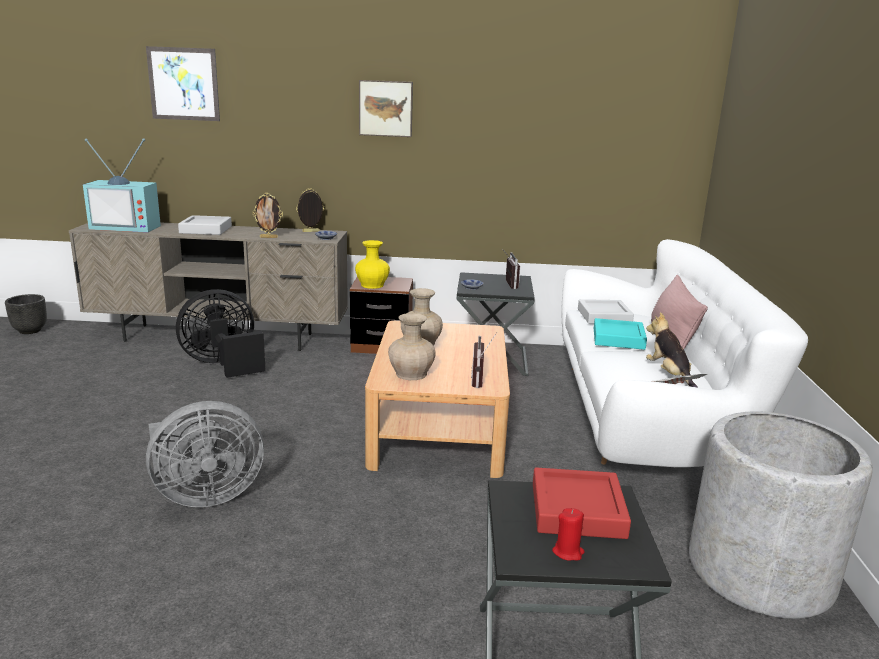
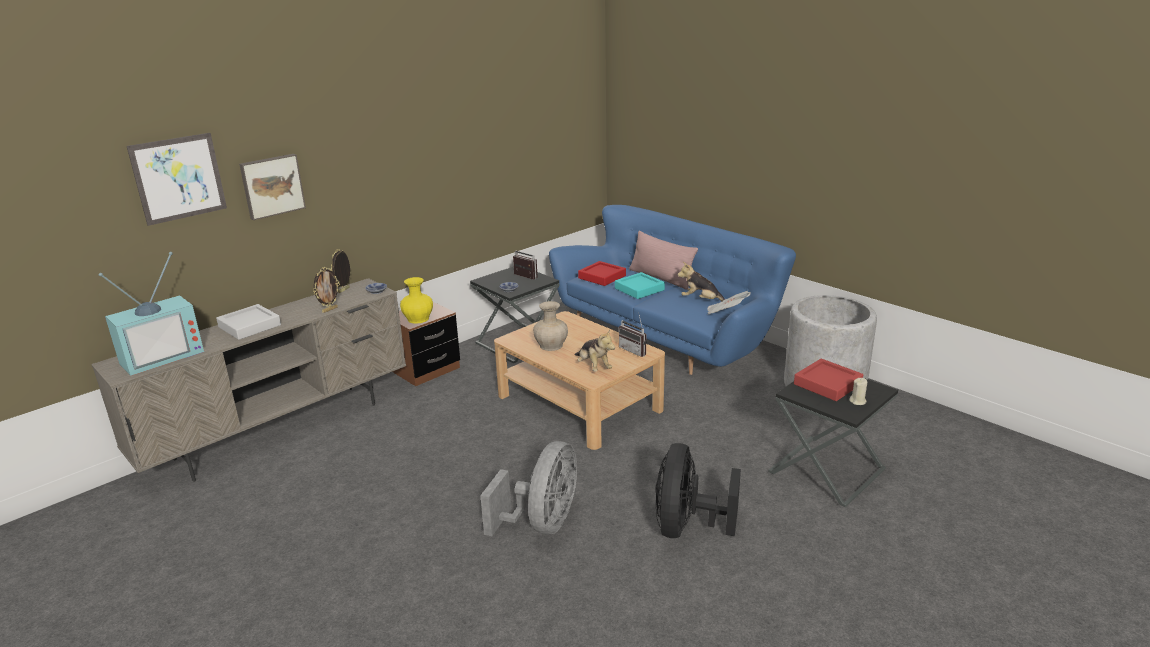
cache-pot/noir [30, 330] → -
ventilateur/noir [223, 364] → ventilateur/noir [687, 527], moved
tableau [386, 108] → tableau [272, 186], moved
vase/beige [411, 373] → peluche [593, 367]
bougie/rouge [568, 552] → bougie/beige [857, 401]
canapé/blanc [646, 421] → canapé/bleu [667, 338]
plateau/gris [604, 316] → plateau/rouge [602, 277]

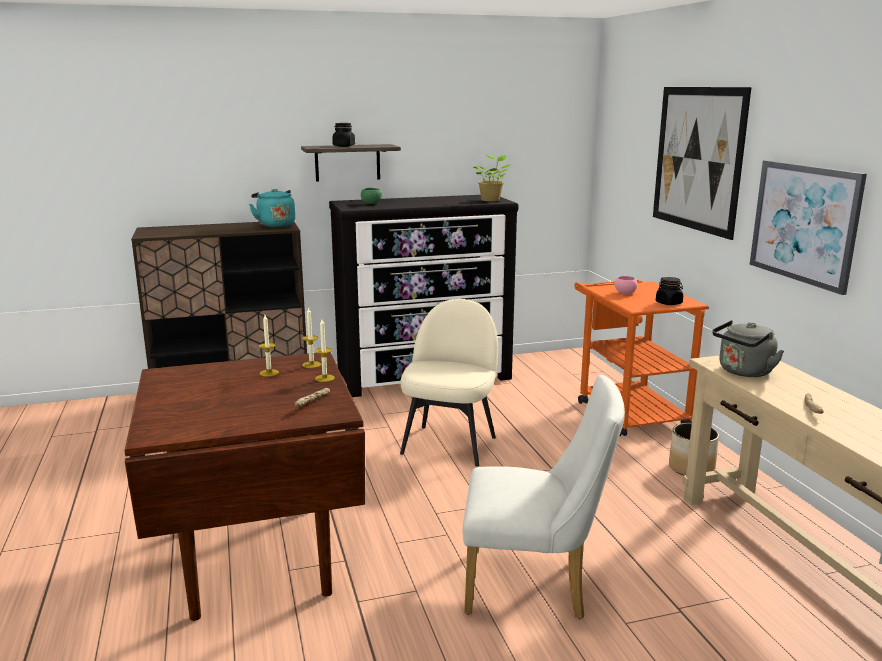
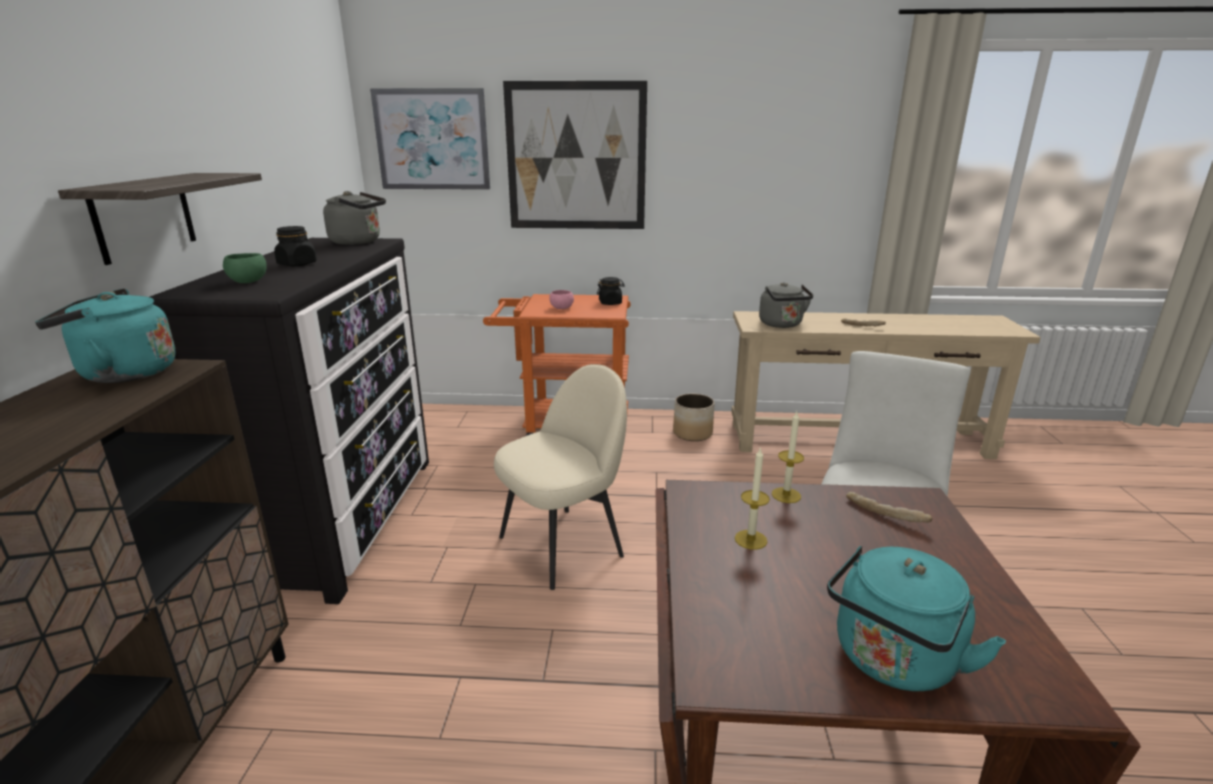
bougie [311, 364] → -
- → bouilloire/turquoise [892, 662]
bocal/noir [344, 146] → bocal/noir [297, 264], moved
tableau [804, 223] → tableau [432, 140], moved
plante en pot [491, 200] → bouilloire/gris [359, 242]
chaise/beige [450, 444] → chaise/beige [563, 545], 105 degrees clockwise

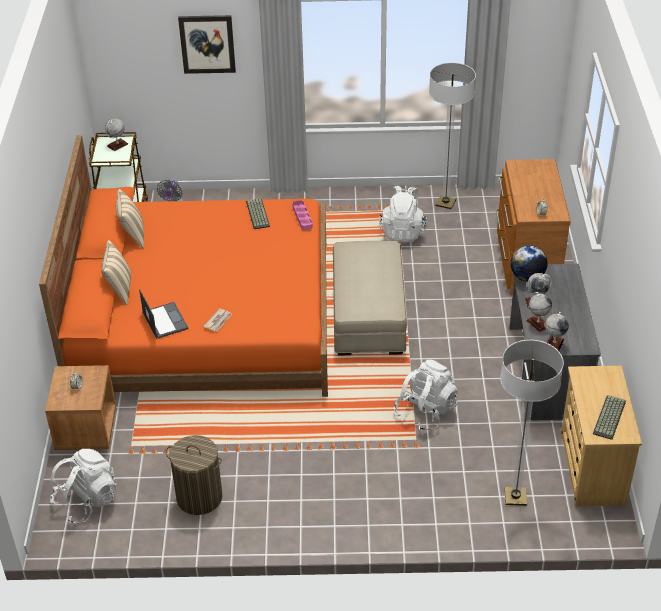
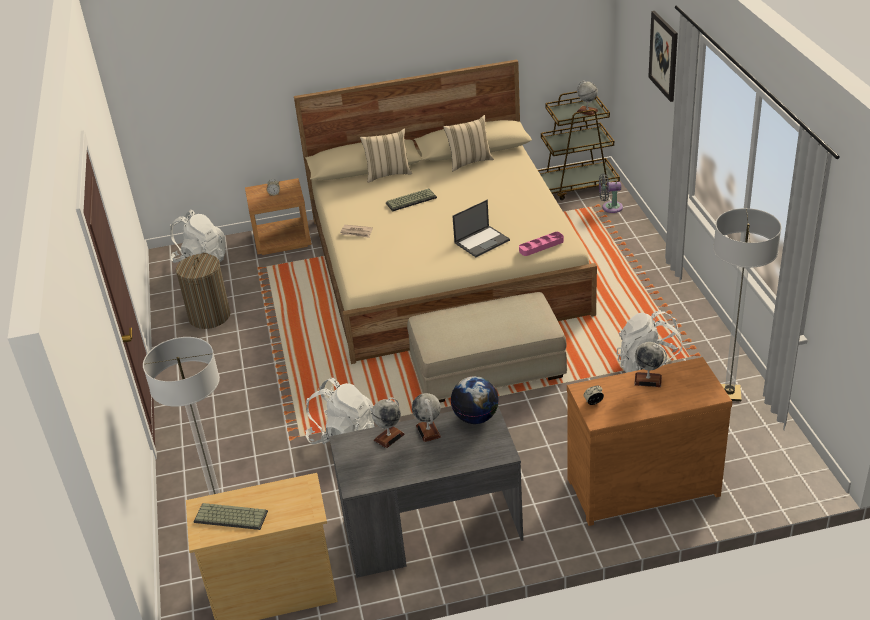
ordinateur portable [164, 320] → ordinateur portable [482, 241], moved
clavier [257, 214] → clavier [411, 200], moved
globe [554, 344] → globe [648, 380], moved
lit/orange [203, 317] → lit/beige [444, 264]

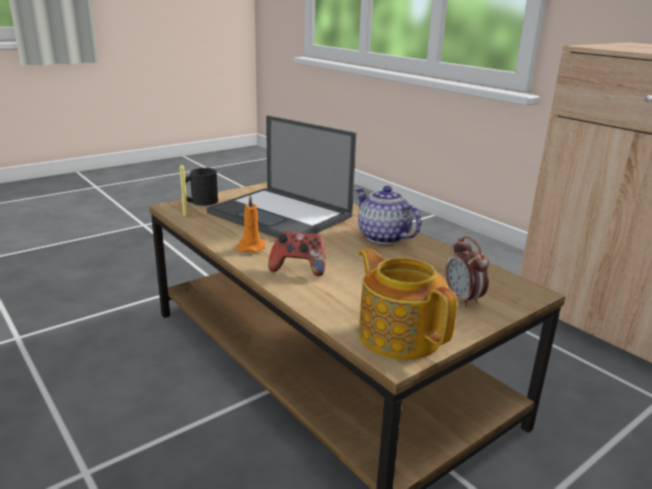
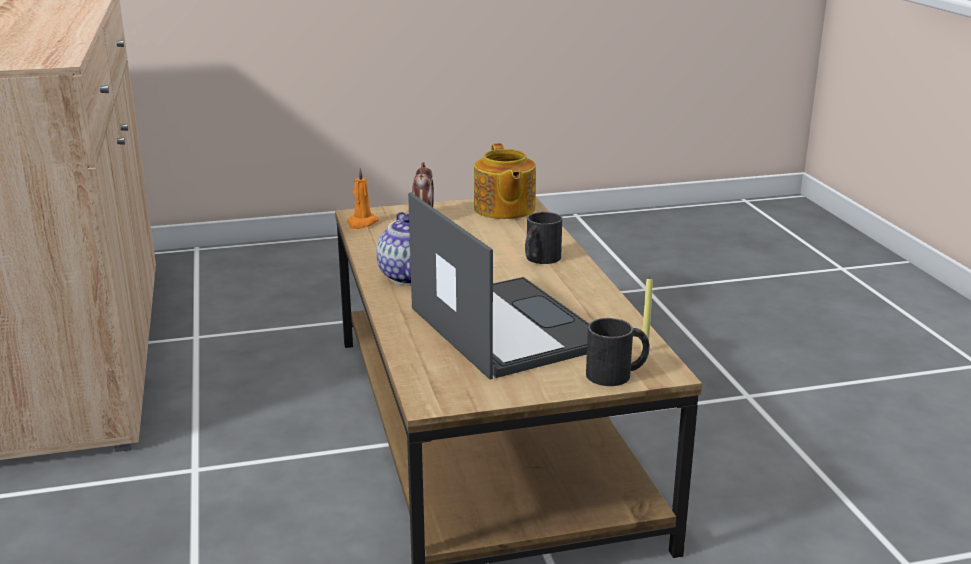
bougie/orange [251, 247] → bougie/orange [362, 223], moved
manette [298, 268] → mug/noir [539, 259]

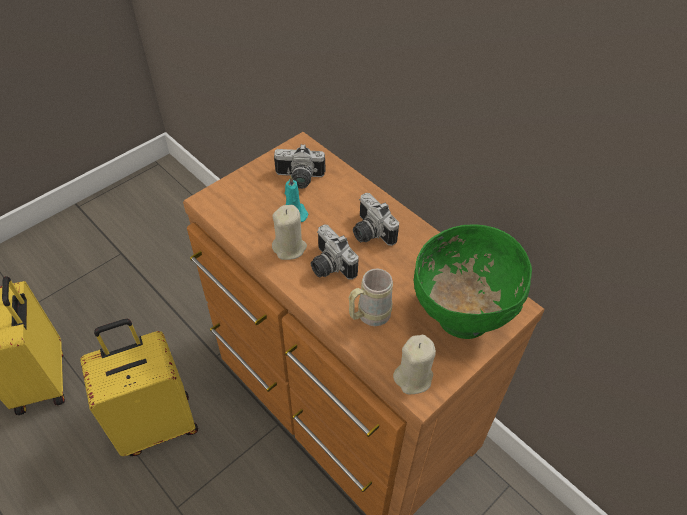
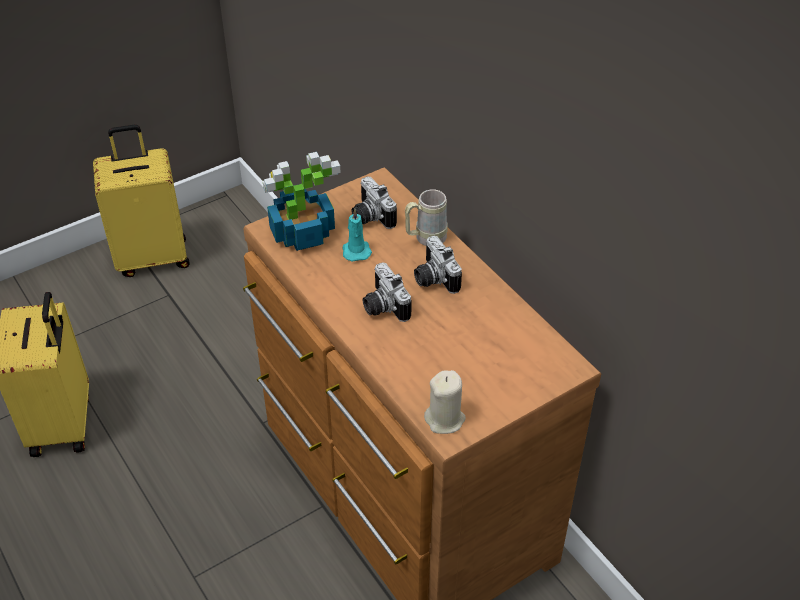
bougie/beige [289, 248] → -
bol/vert [461, 316] → -
- → plante en pot [301, 233]
valise/jaune [157, 423] → valise/jaune [152, 257], moved
mug/beige [368, 316] → mug/beige [425, 239], moved
appareil photo [299, 179] → appareil photo [369, 217], 45 degrees clockwise

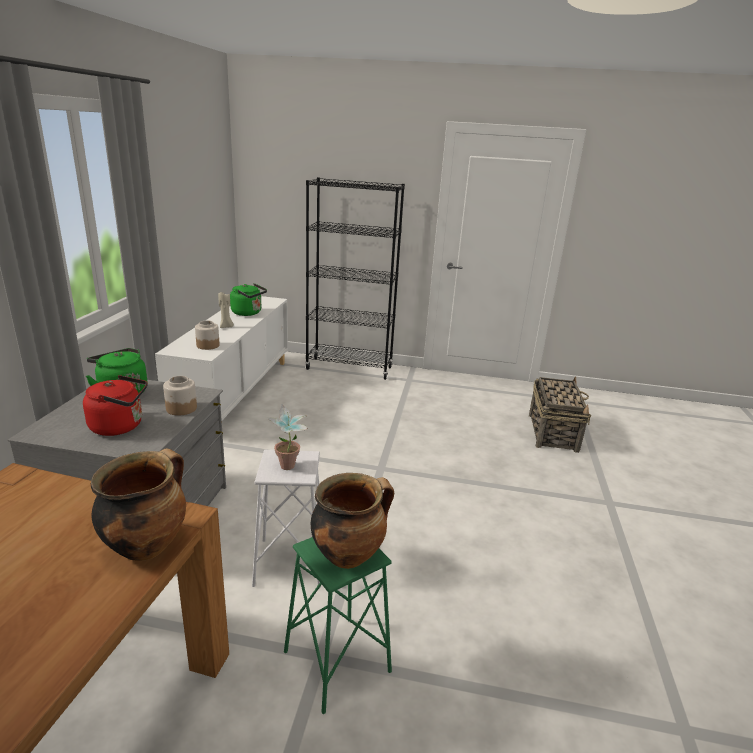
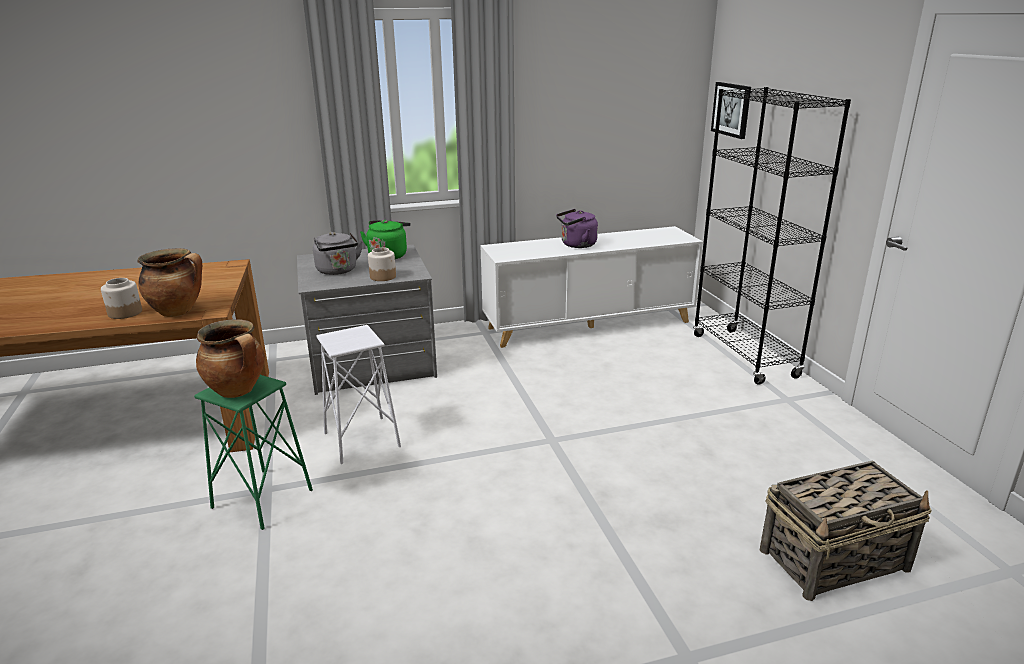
bouilloire/vert [248, 313] → -
plante en pot [289, 469] → -
- → tableau [732, 109]
bocal [208, 345] → bocal [125, 313], moved
bougie/beige [226, 327] → bouilloire/violet [576, 245]
bouilloire/rouge [120, 426] → bouilloire/gris [338, 271]

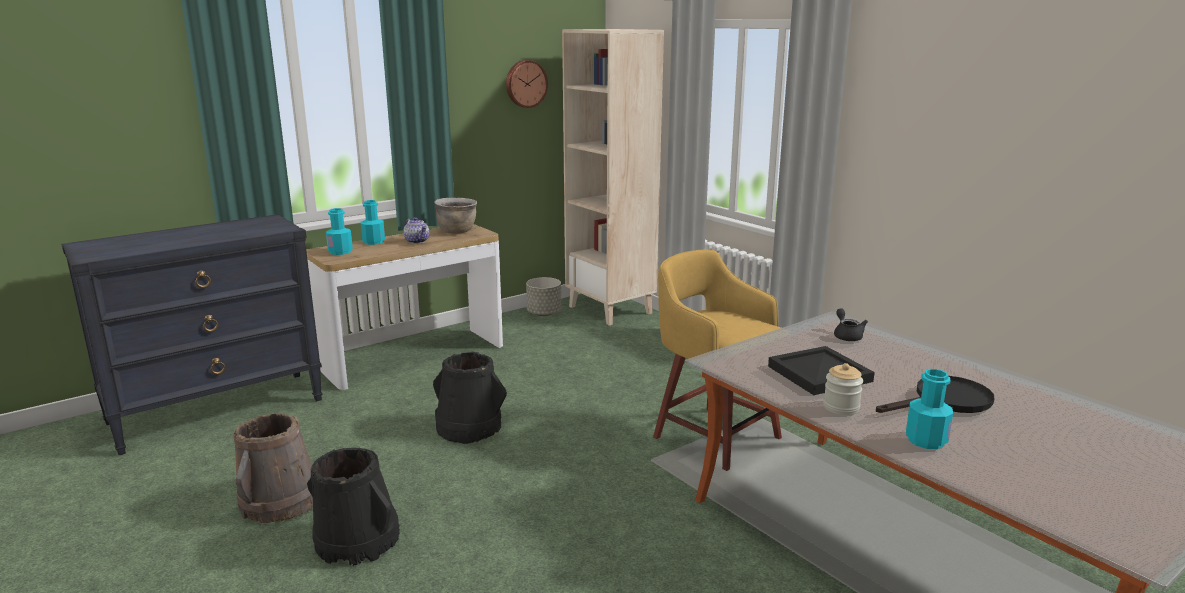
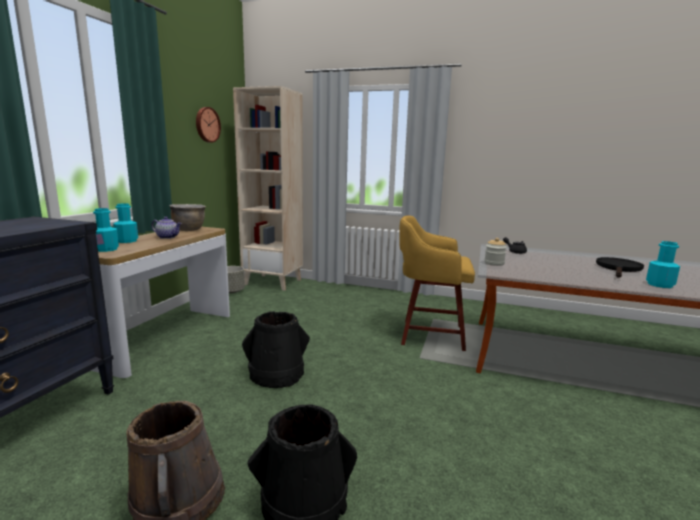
plateau/noir [817, 373] → -
bocal [841, 407] → bocal [494, 263], moved

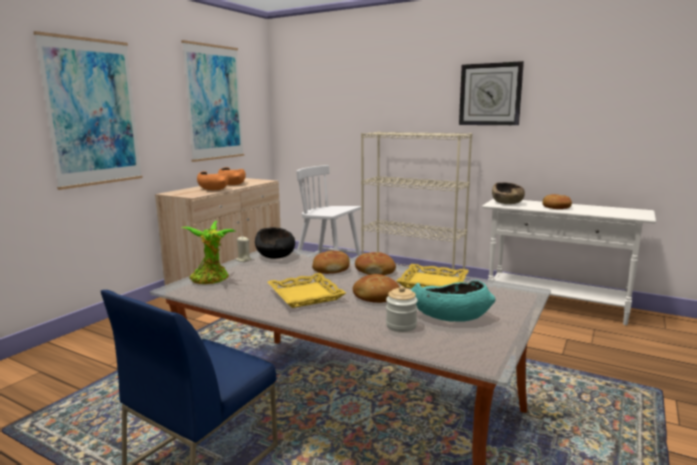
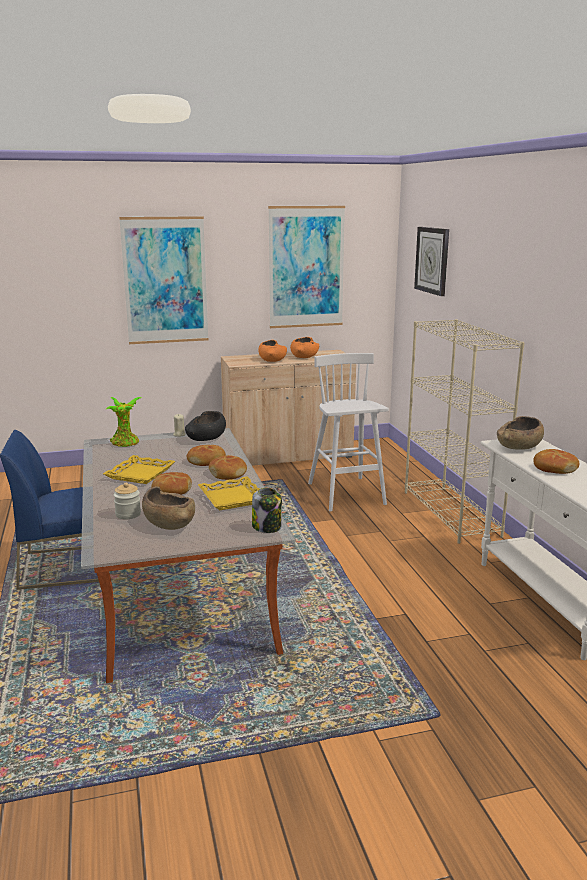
- → bocal [267, 527]
horloge murale [490, 94] → horloge murale [432, 260], moved
bol/turquoise [449, 316] → bol/marron [169, 522]

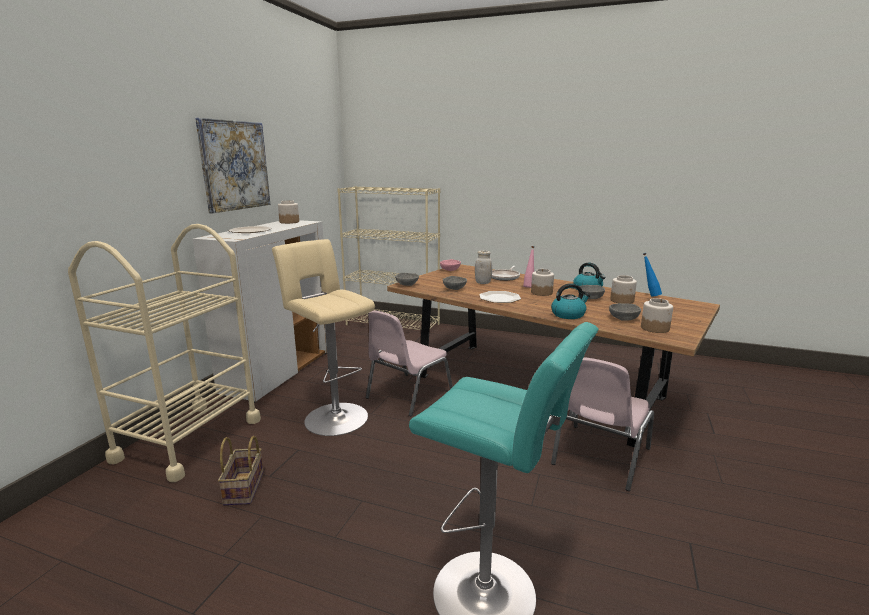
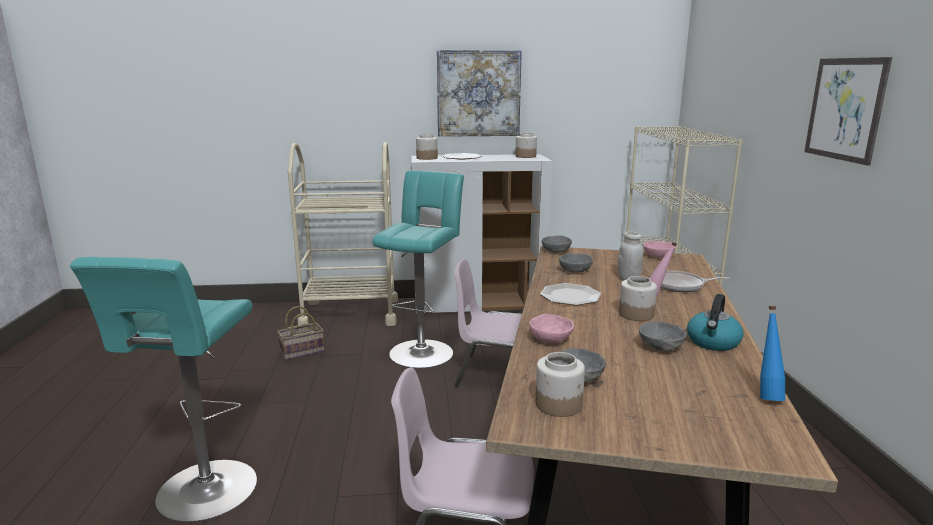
- → tableau [845, 109]
bocal [622, 300] → bocal [427, 158], moved
bouilloire [568, 314] → bol/rose [550, 340]
tabouret/beige [333, 416] → tabouret/turquoise [423, 351]

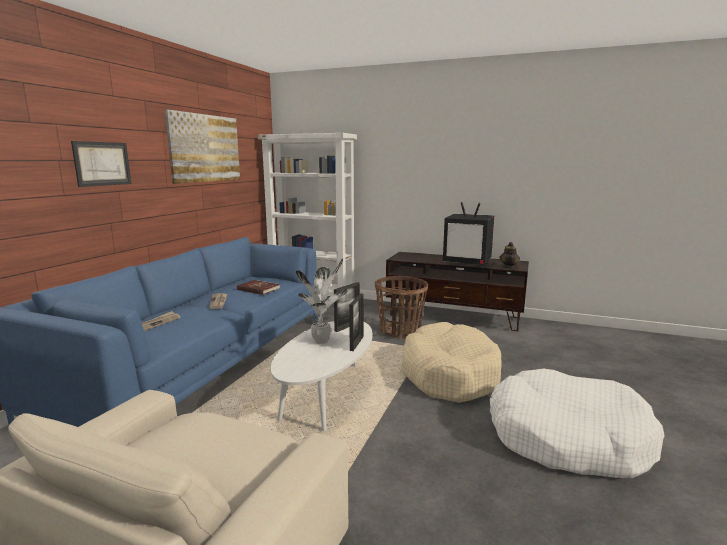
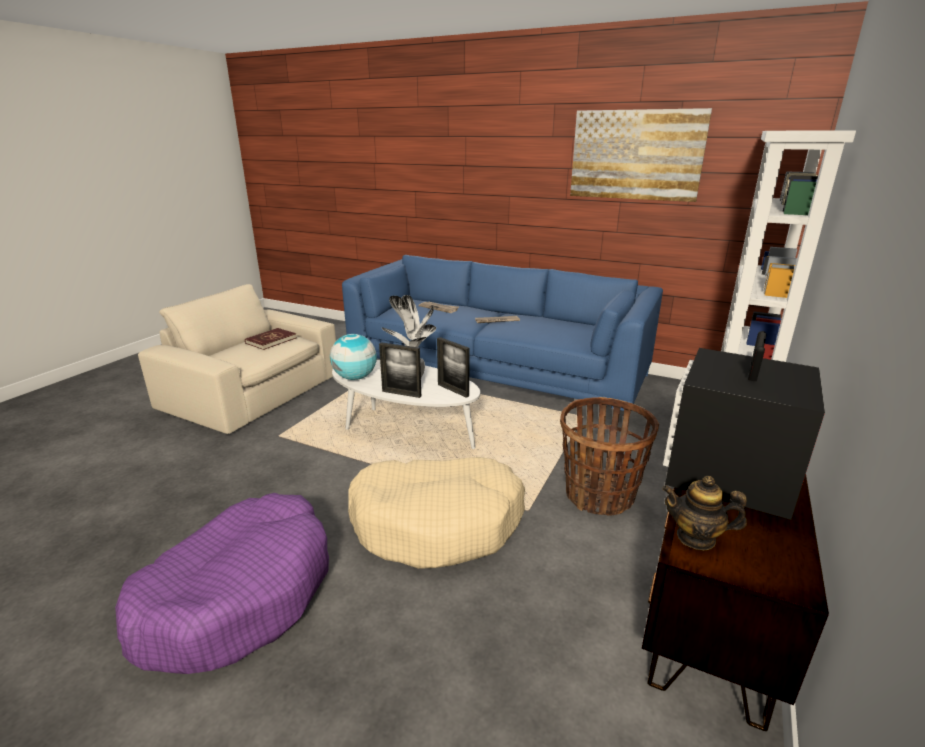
tableau [102, 163] → -
- → globe [355, 377]
livre/rouge [258, 289] → livre/rouge [271, 340], moved
panier pour chien/blanc [567, 438] → panier pour chien/violet [239, 594]

